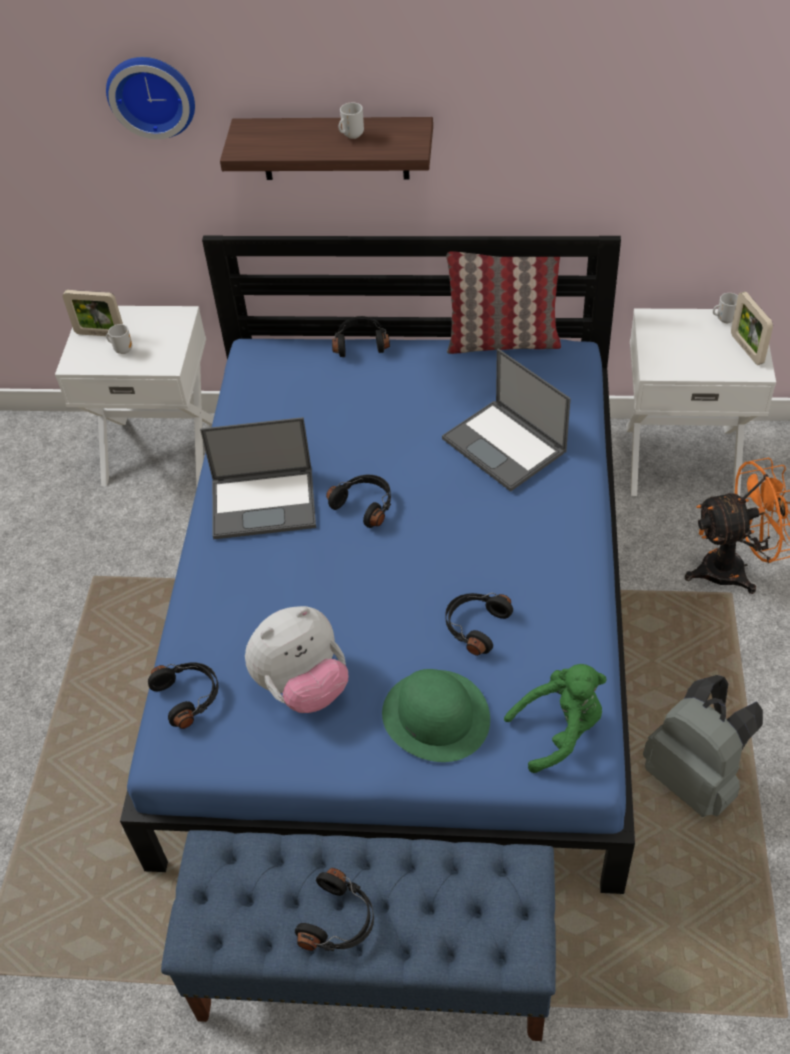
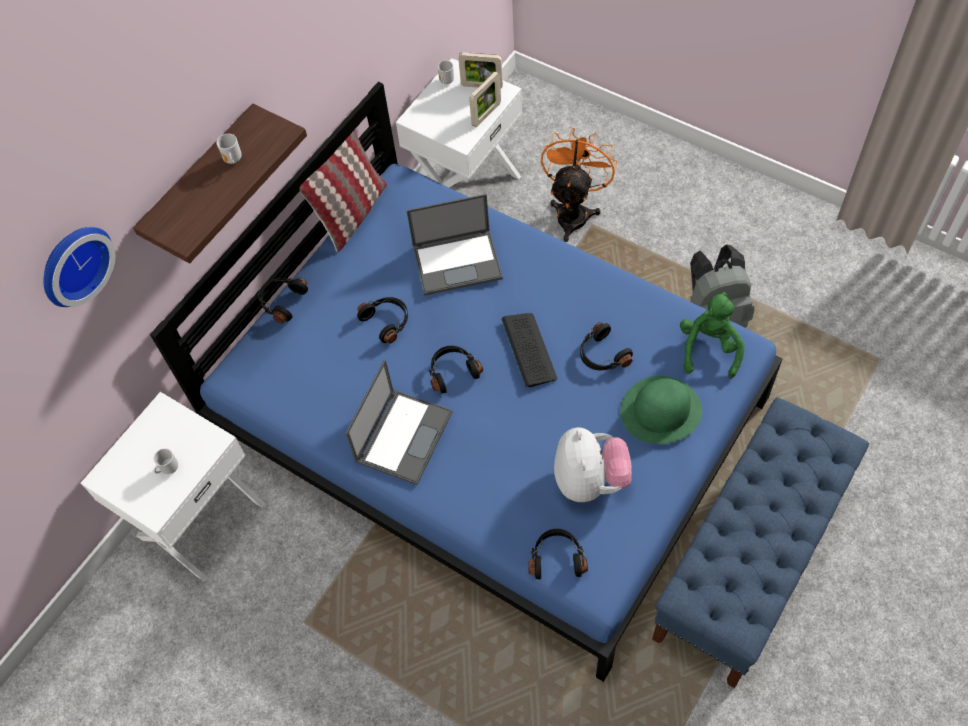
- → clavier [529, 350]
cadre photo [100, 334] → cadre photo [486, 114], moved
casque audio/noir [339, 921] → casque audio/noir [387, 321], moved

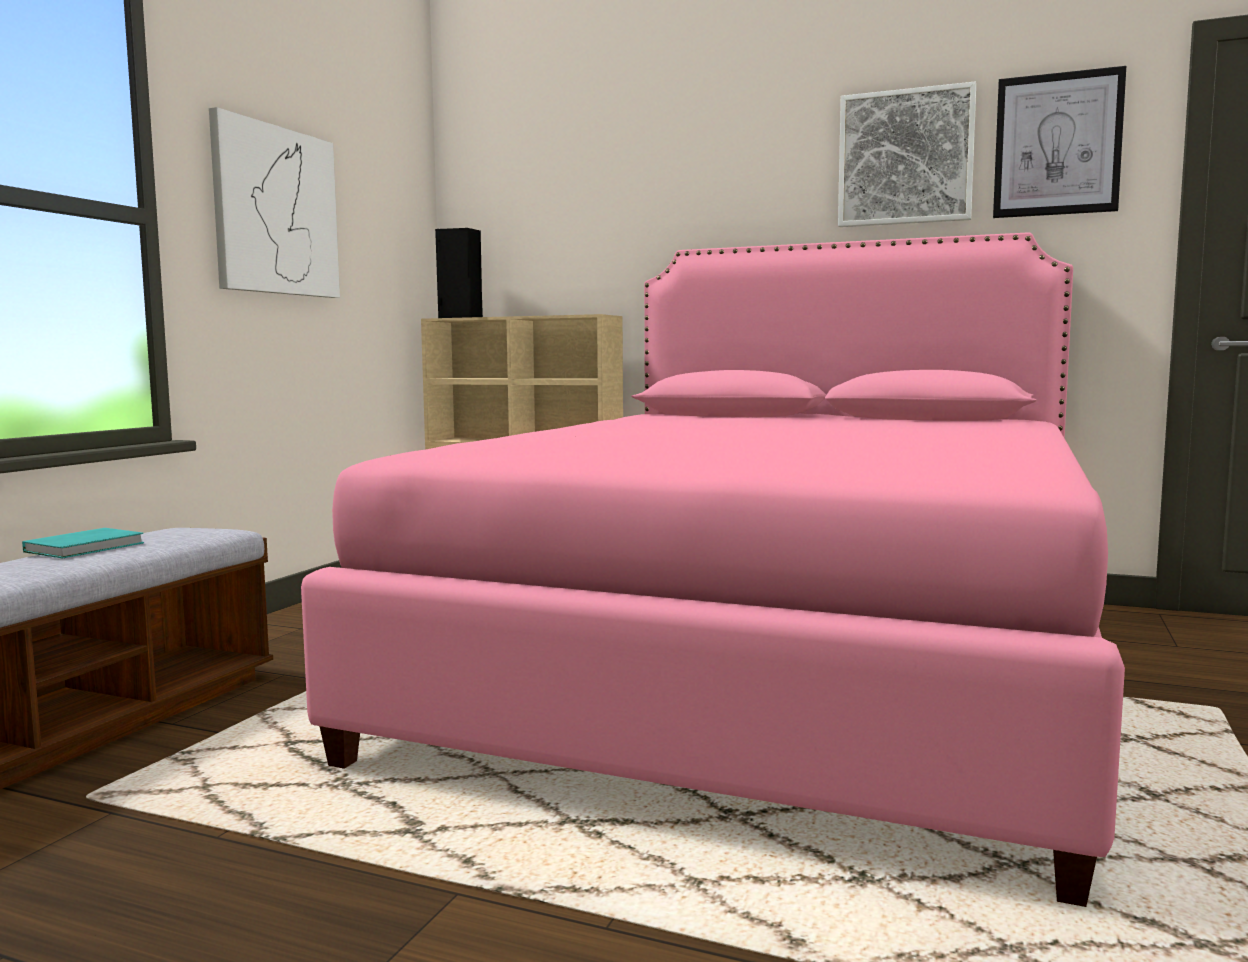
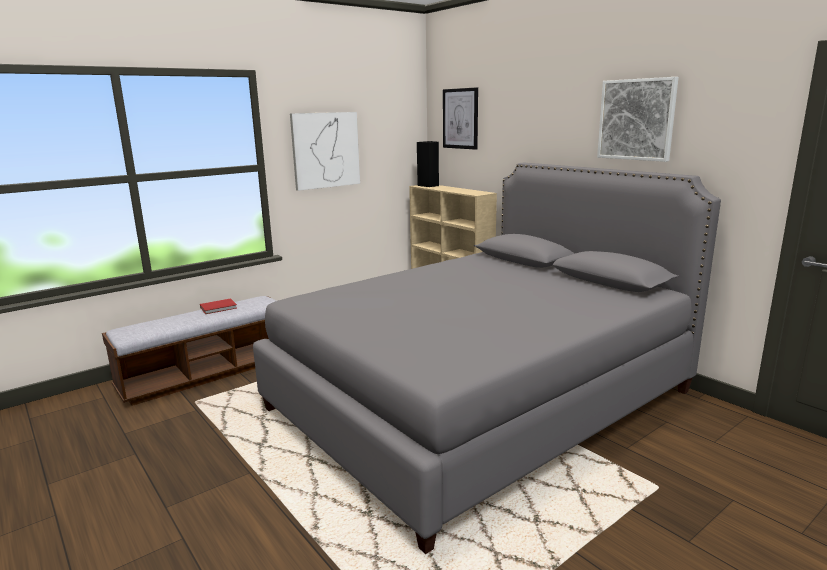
tableau [1057, 145] → tableau [460, 118], moved
livre/turquoise [88, 547] → livre/rouge [219, 308]
lit/rose [774, 665] → lit/gris [480, 400]

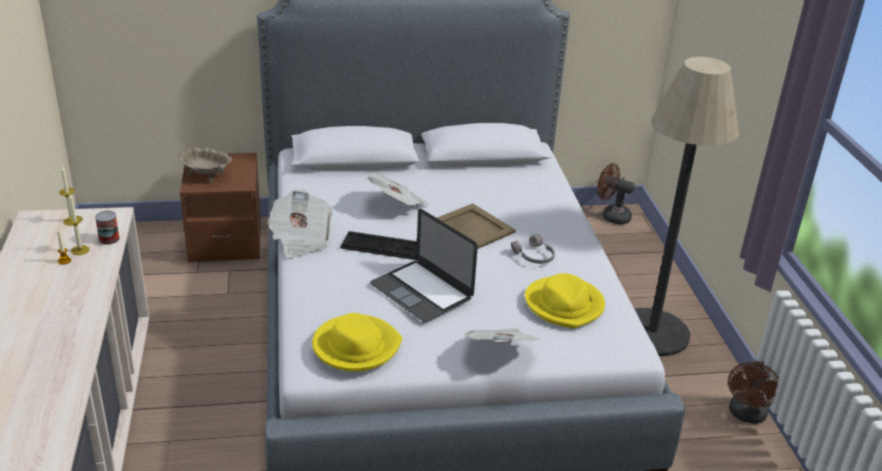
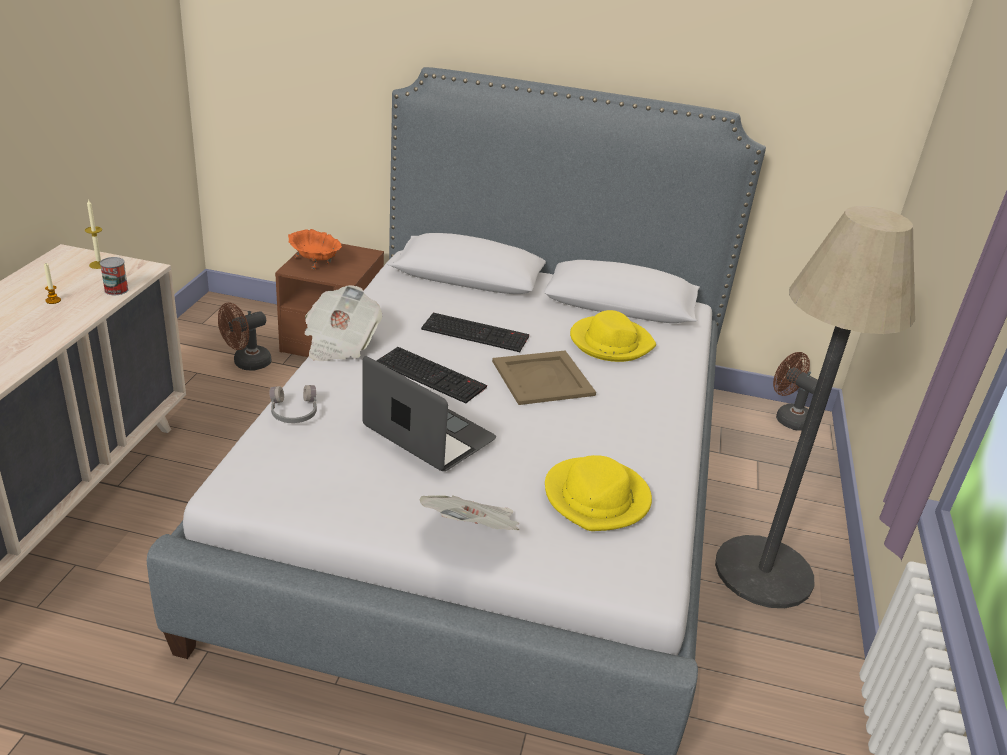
bougie [80, 250] → -
chapeau/jaune [355, 346] → chapeau/jaune [610, 342], moved
casque audio/gris [533, 256] → casque audio/gris [293, 412], moved
ventilateur/marron [746, 415] → ventilateur/marron [246, 364], moved
journal [397, 205] → clavier [477, 332]
bol/beige [207, 175] → bol/orange [316, 261]
ordinateur portable [421, 291] → ordinateur portable [428, 433], 150 degrees clockwise

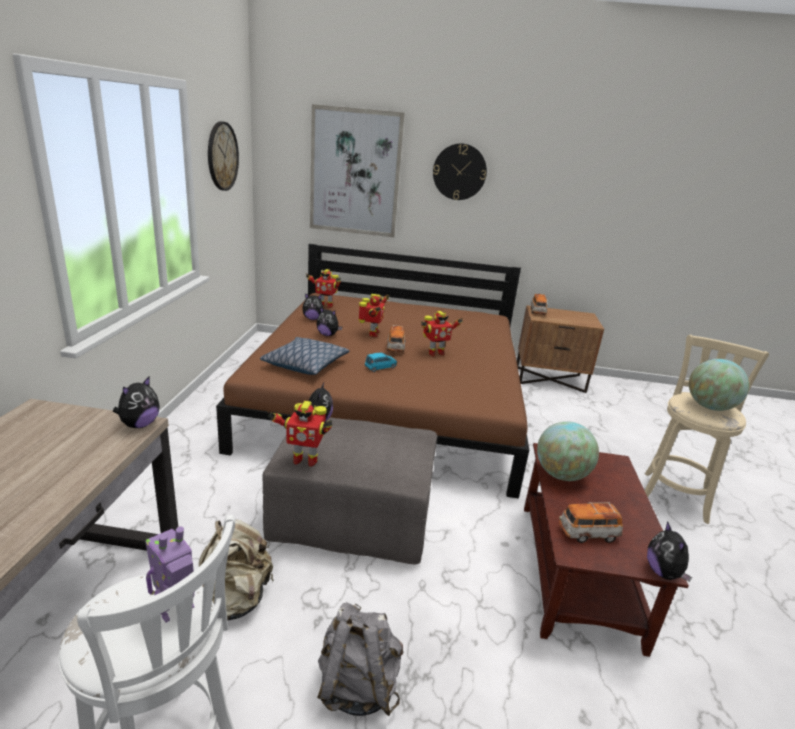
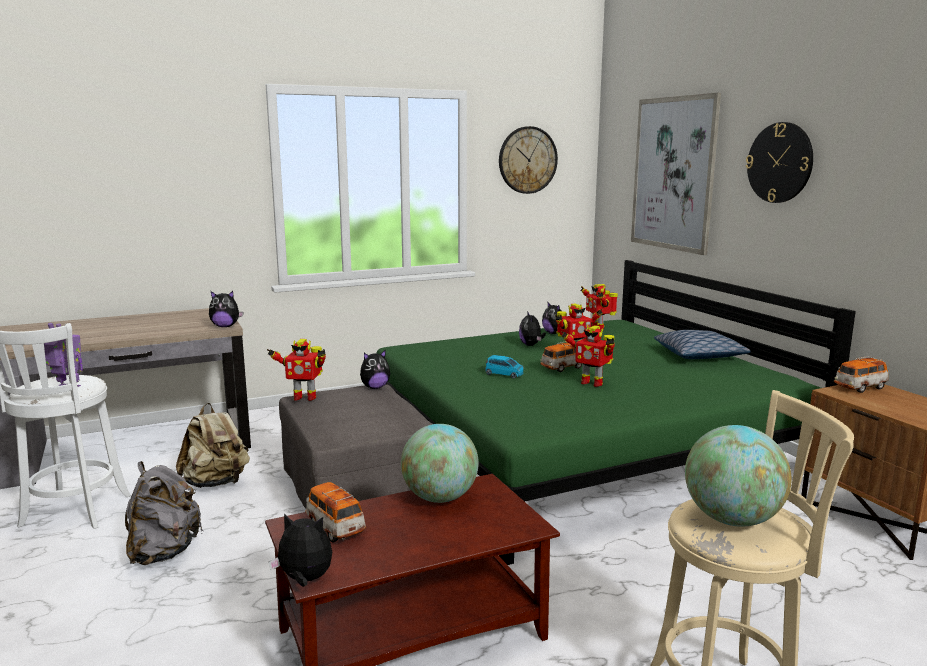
coussin [305, 364] → coussin [699, 355], moved
lit/marron [389, 400] → lit/vert [581, 446]
robot jouet [304, 460] → robot jouet [304, 397], 60 degrees counterclockwise
peluche [663, 573] → peluche [305, 580], 45 degrees clockwise

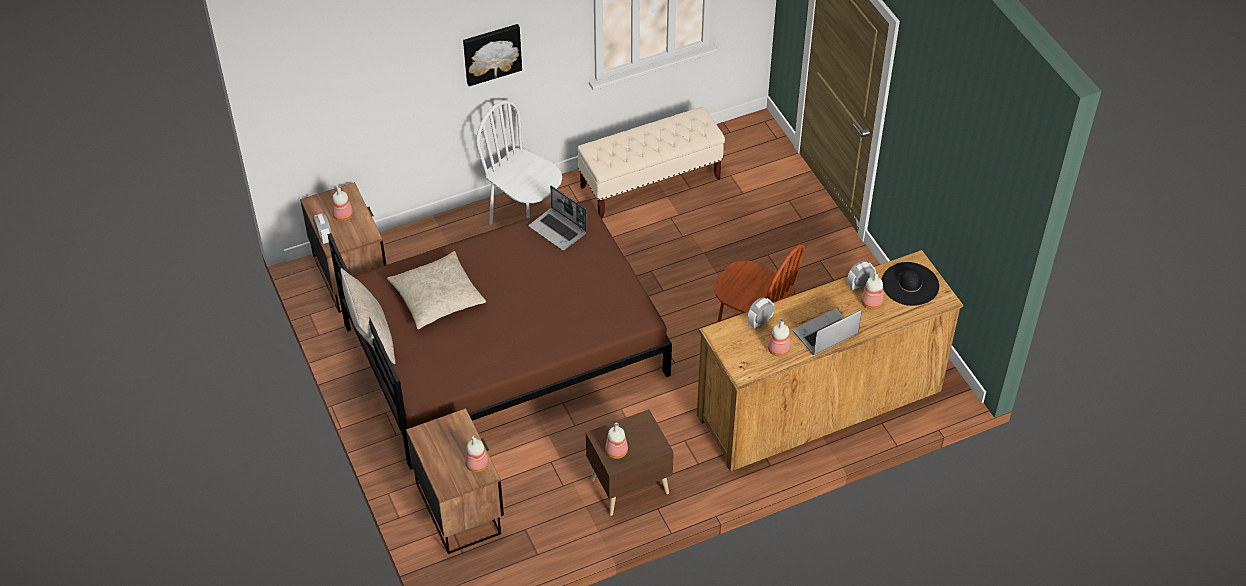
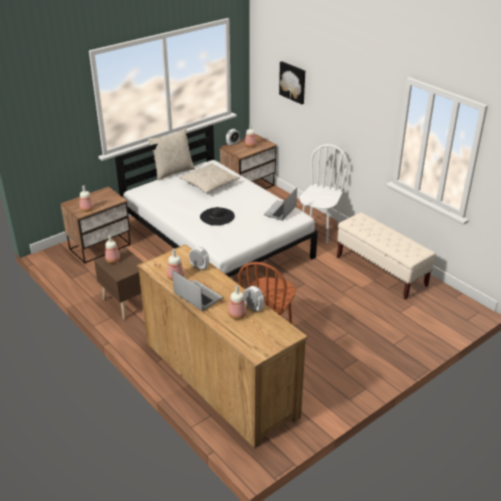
tableau [491, 53] → tableau [293, 82], moved
chapeau/noir [910, 284] → chapeau/noir [217, 216], moved
lit/marron [505, 349] → lit/blanc [216, 242]

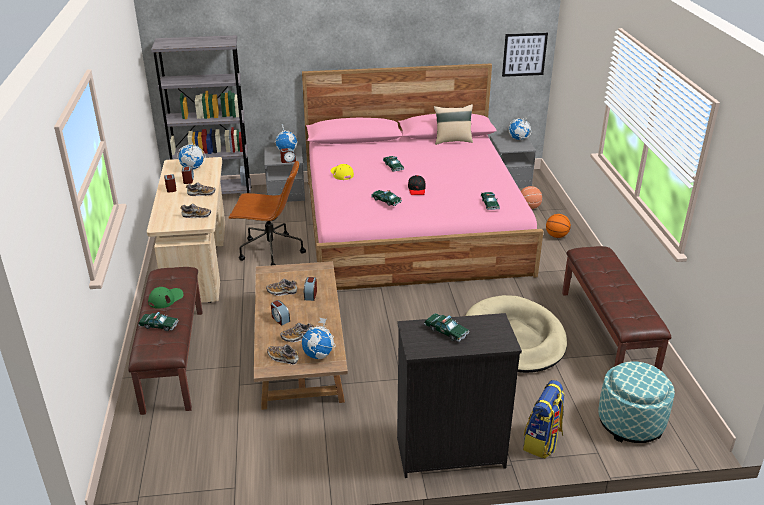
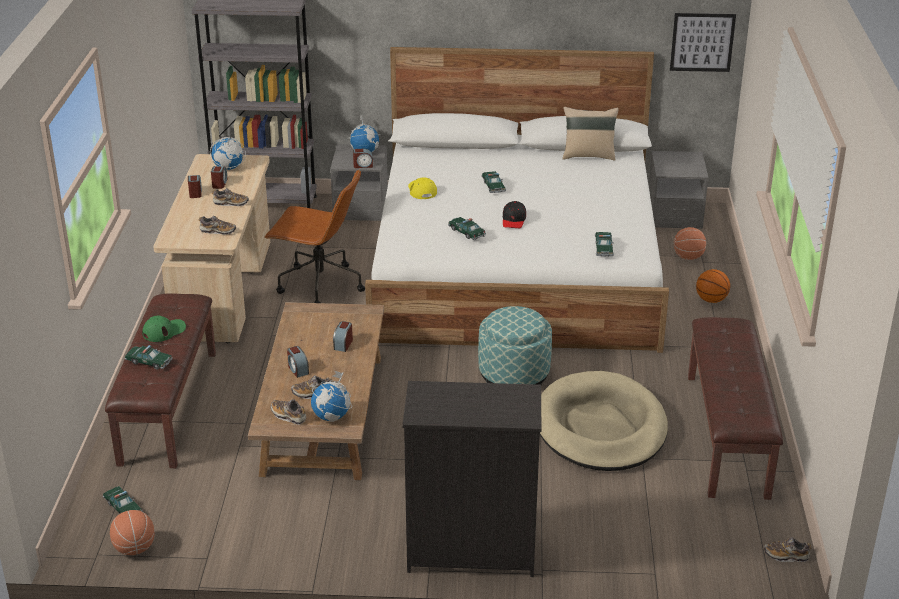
globe [518, 139] → -
sac à dos [542, 442] → -
- → ballon de basket [134, 549]
chaussure [282, 292] → chaussure [786, 556], moved
petite voiture [446, 331] → petite voiture [123, 507], moved
pouf [630, 423] → pouf [514, 374], moved
lit/rose [411, 224] → lit/blanc [516, 266]

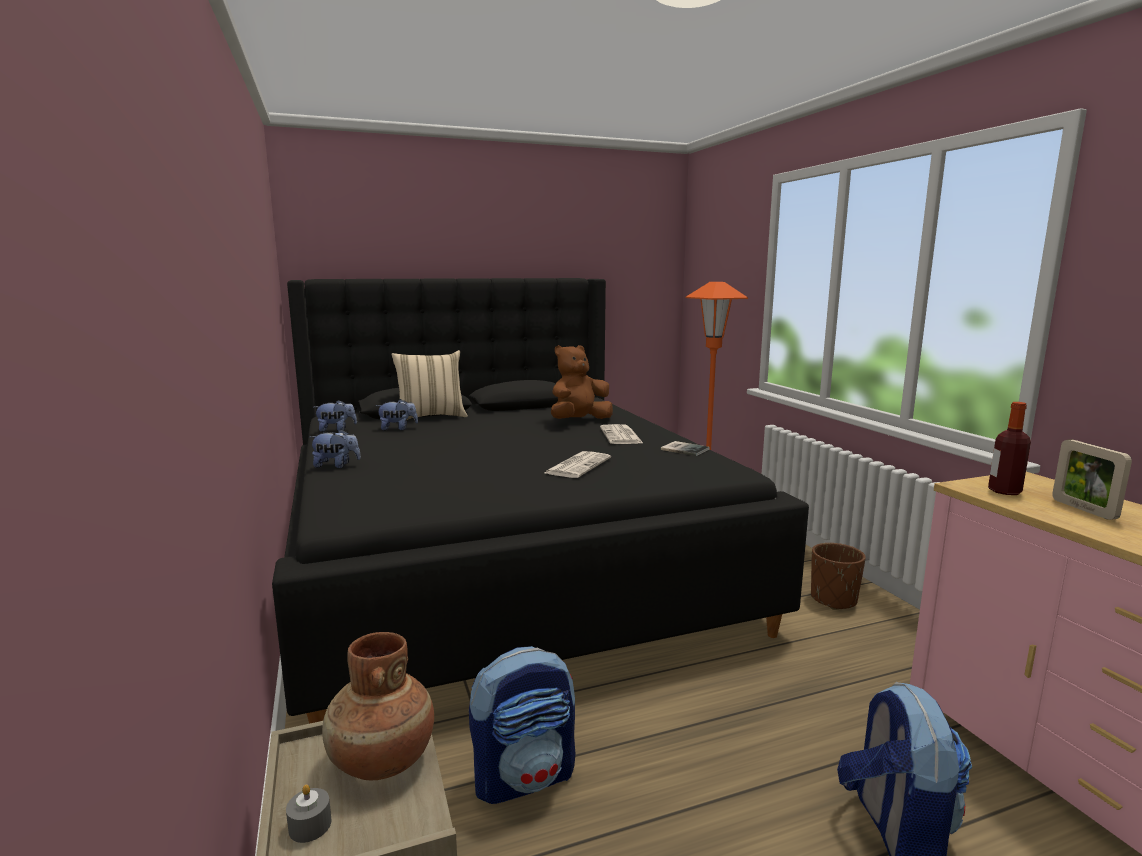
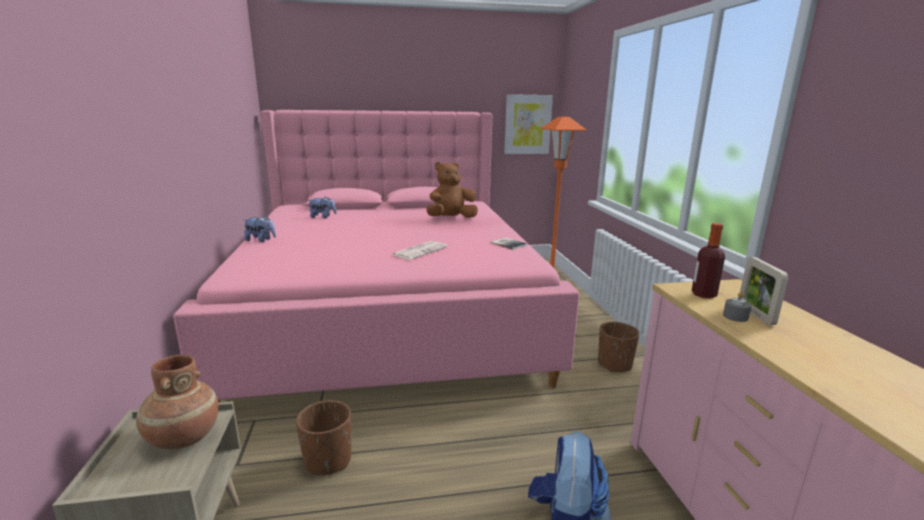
peluche [336, 430] → -
coussin/beige [431, 417] → -
journal [621, 436] → -
- → tableau [527, 124]
bougie/gris [310, 825] → bougie/gris [735, 316], moved
sac à dos [525, 777] → cache-pot/marron [328, 460]
lit/noir [504, 563] → lit/rose [390, 315]

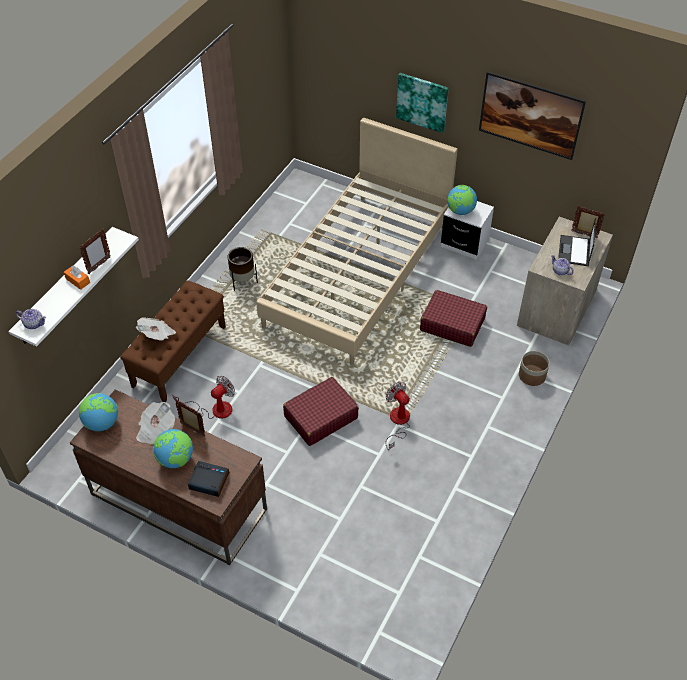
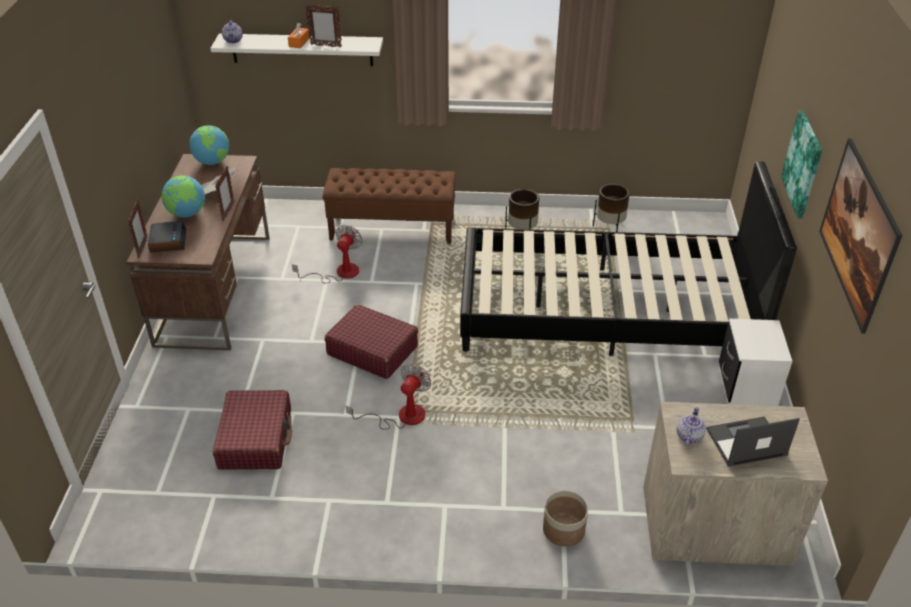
journal [157, 335] → -
globe [460, 211] → -
- → cache-pot/marron [610, 228]
valise/rouge [452, 324] → valise/rouge [256, 438], moved
cadre photo [584, 235] → cadre photo [142, 248], moved
lit/beige [358, 274] → lit/noir [606, 312]
ventilateur [214, 409] → ventilateur [339, 273], 90 degrees counterclockwise

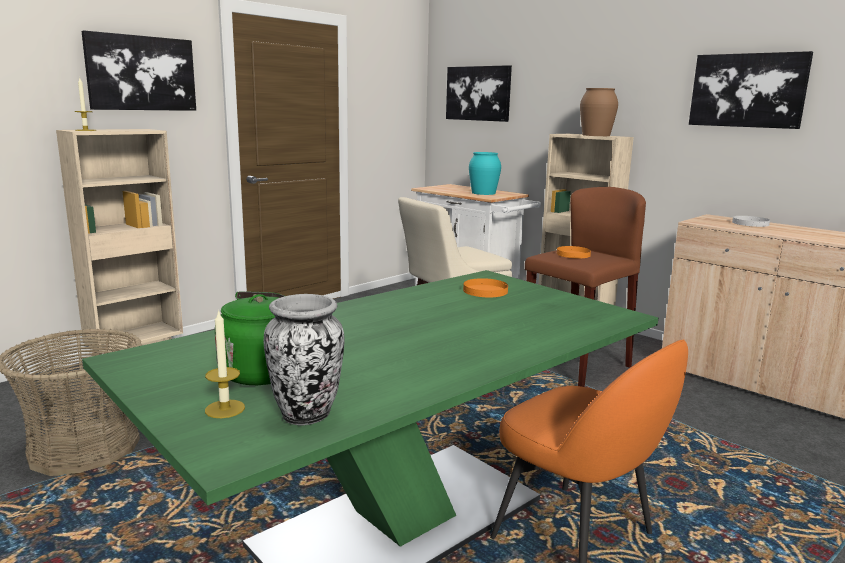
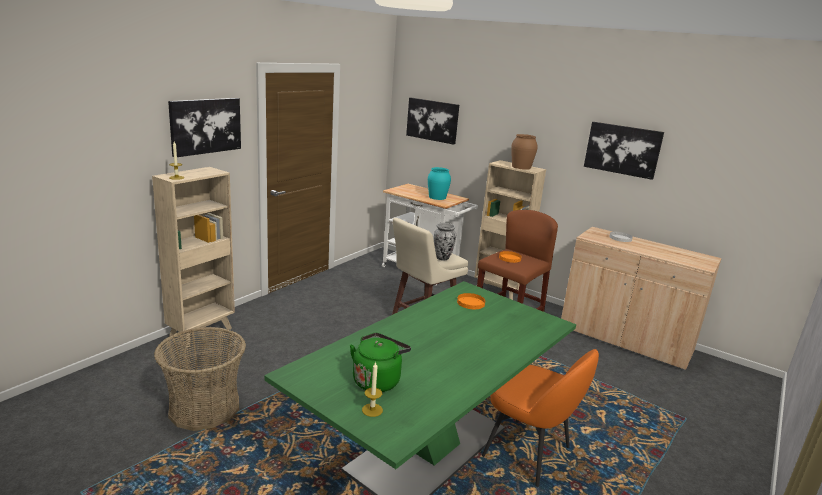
vase [307, 415] → vase [442, 258], moved

